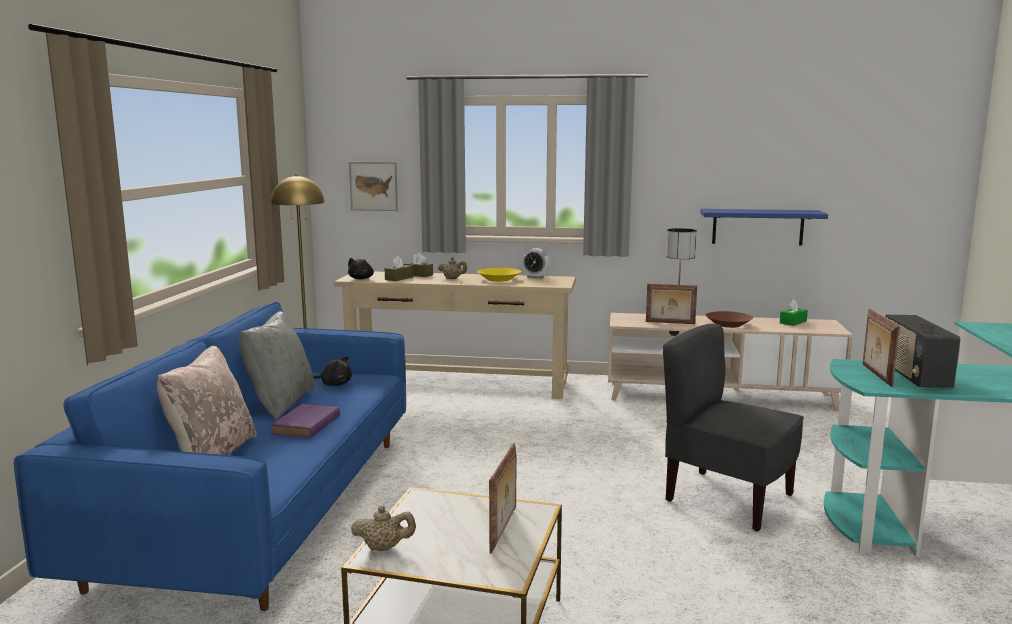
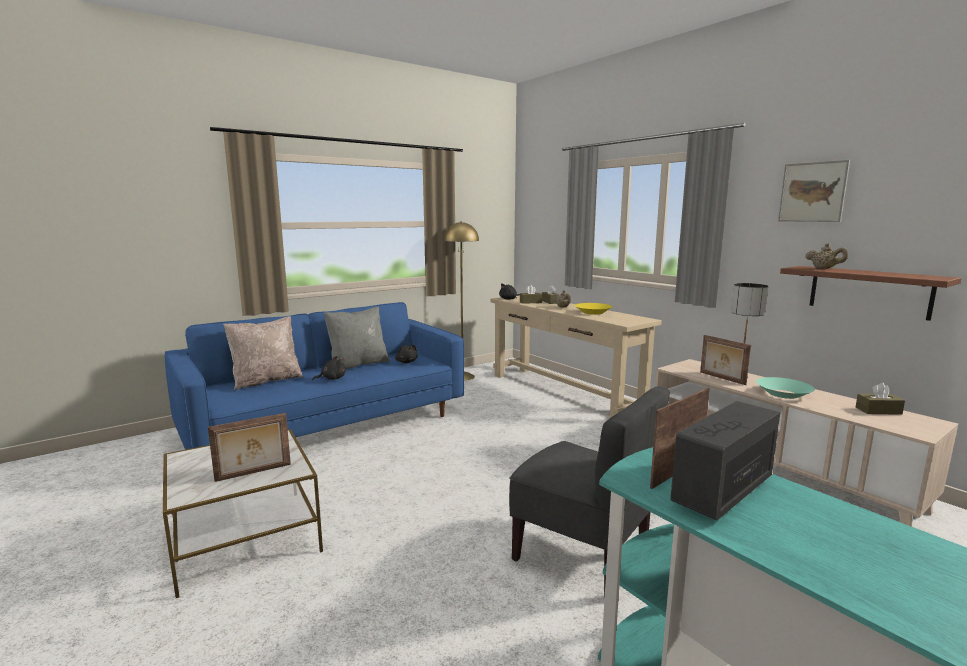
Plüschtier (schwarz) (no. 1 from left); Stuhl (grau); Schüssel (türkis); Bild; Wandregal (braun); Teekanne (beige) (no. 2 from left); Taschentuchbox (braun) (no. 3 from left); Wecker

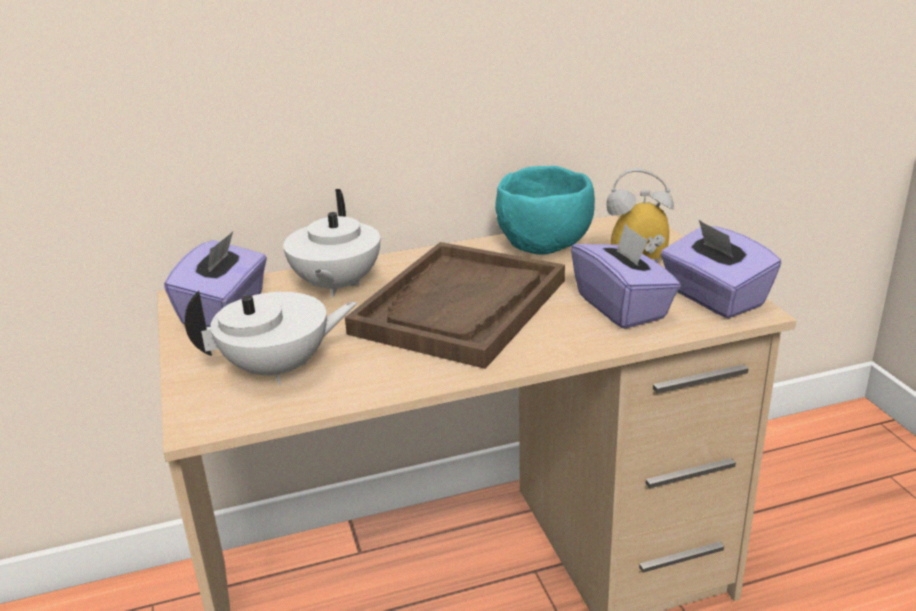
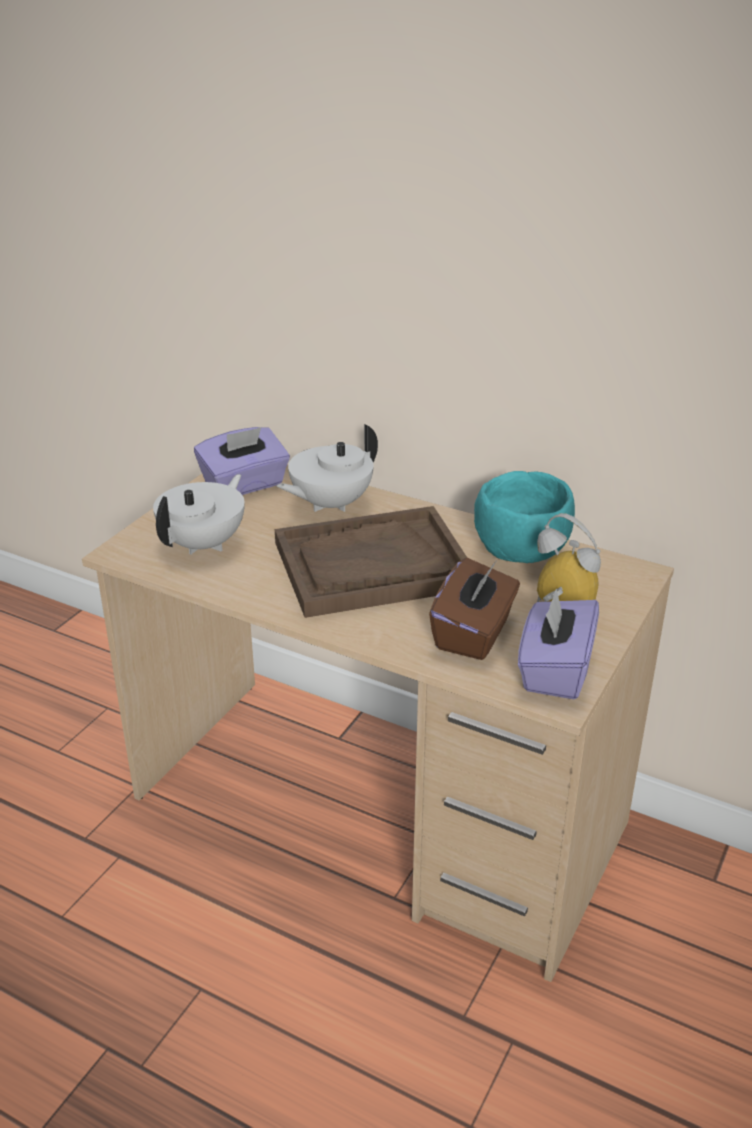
Teekanne (weiß) (no. 1 from left); Taschentuchbox (braun)

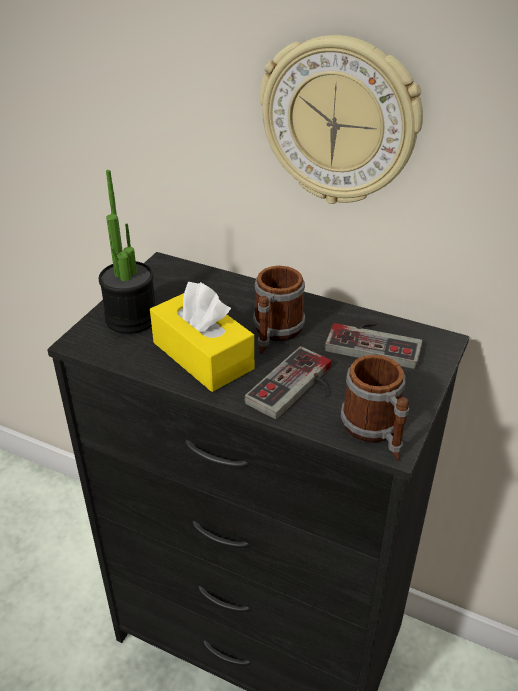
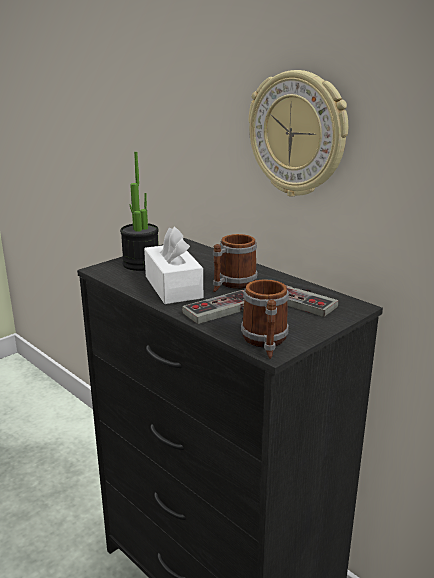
Taschentuchbox (weiß)

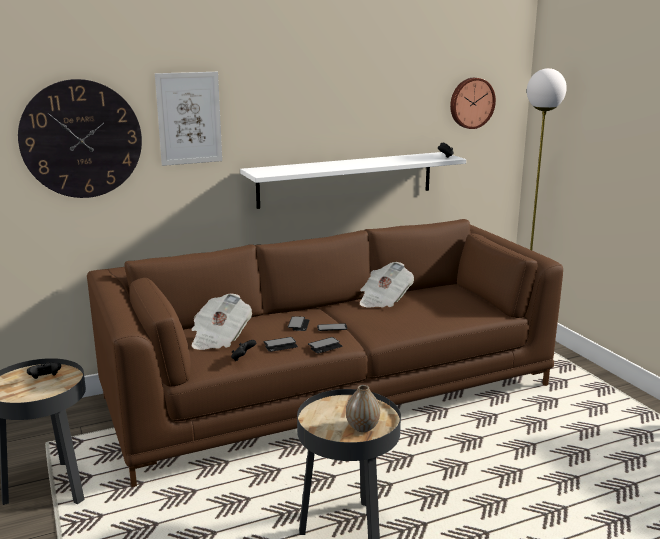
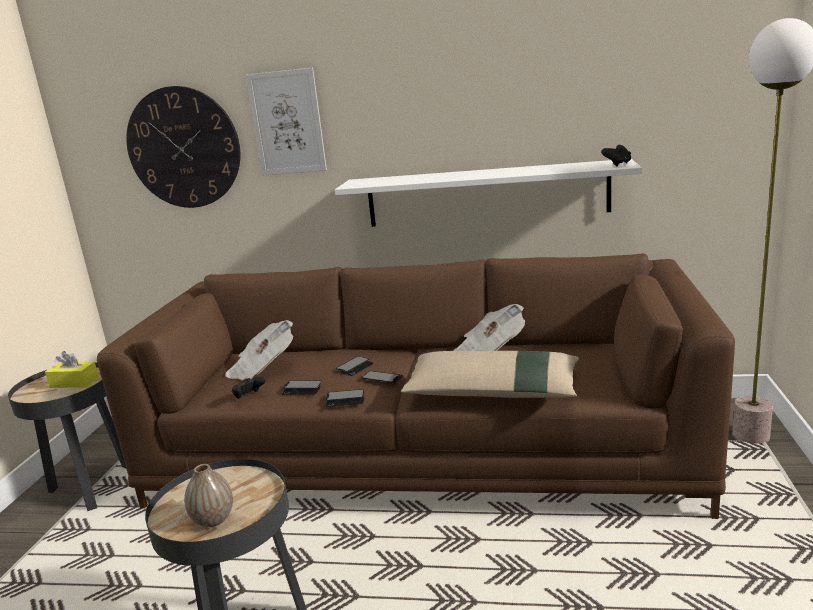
Taschentuchbox (gelb); Kissen (beige); Wanduhr (no. 2 from left in the first image)

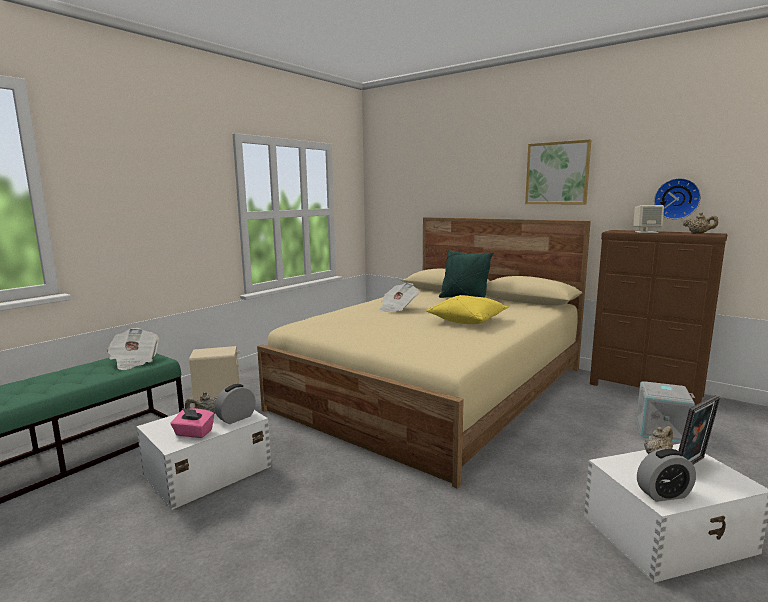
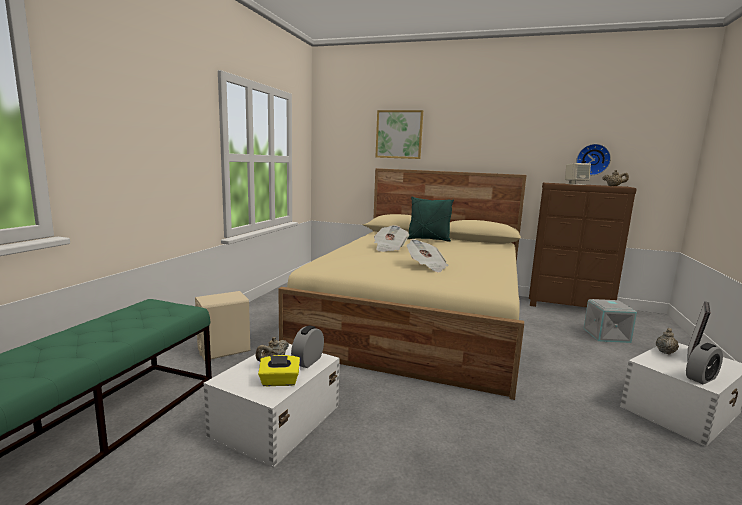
Taschentuchbox (gelb); Bild; Zeitung (no. 2 from left); Kissen (gelb)

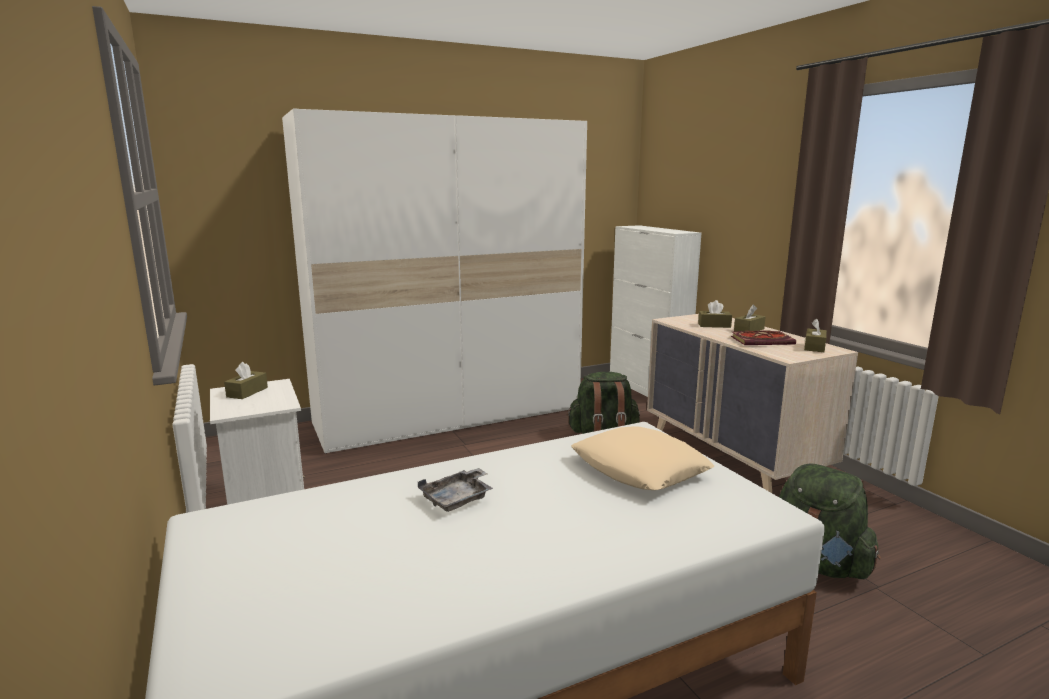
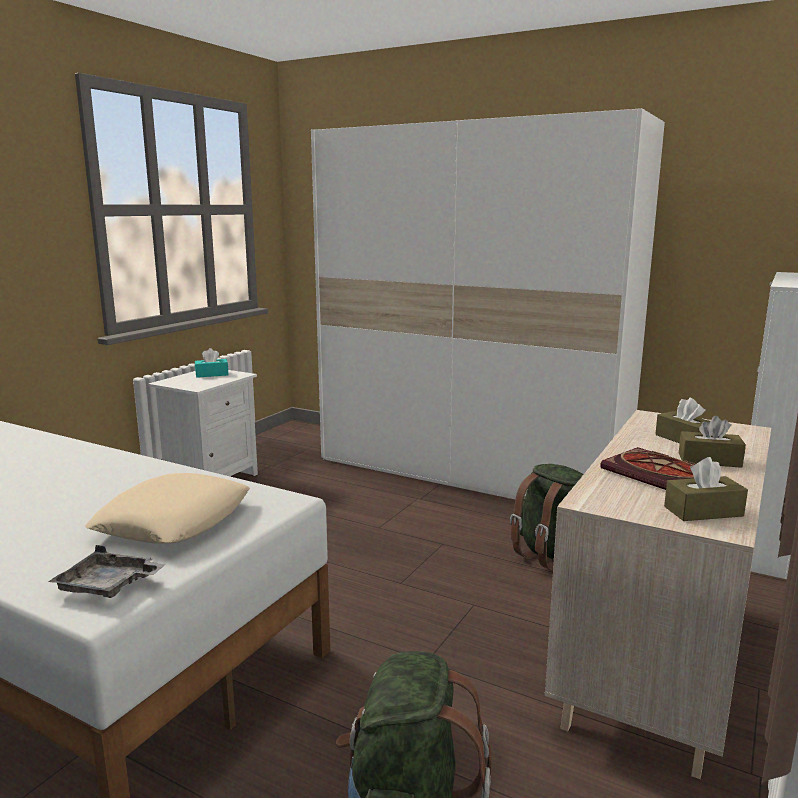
Tablett (grau); Taschentuchbox (türkis)

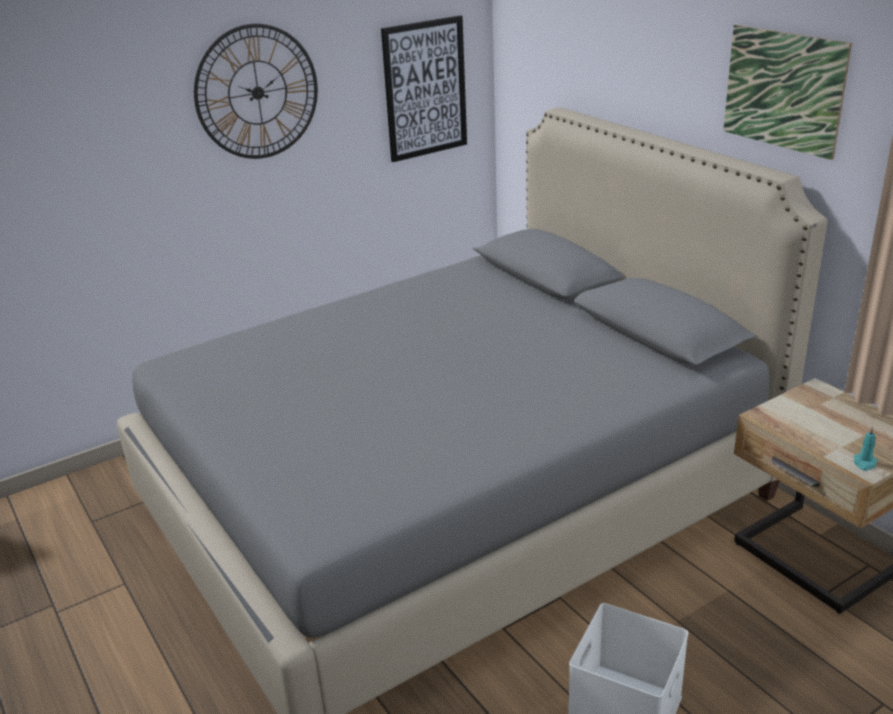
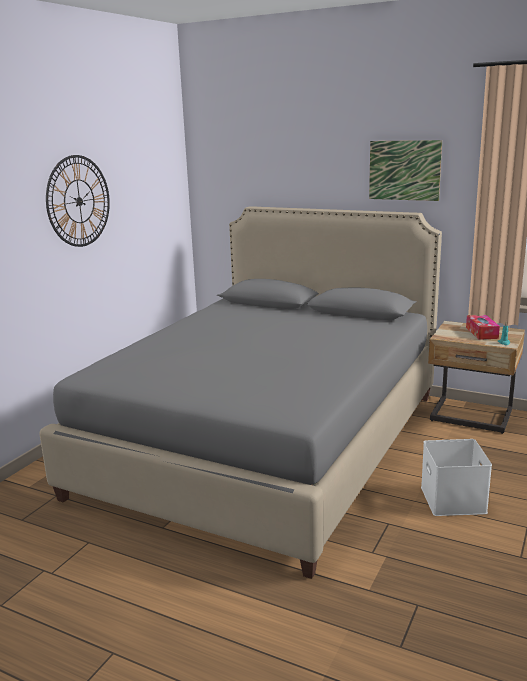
Taschentuchbox; Bild (no. 1 from left in the first image)

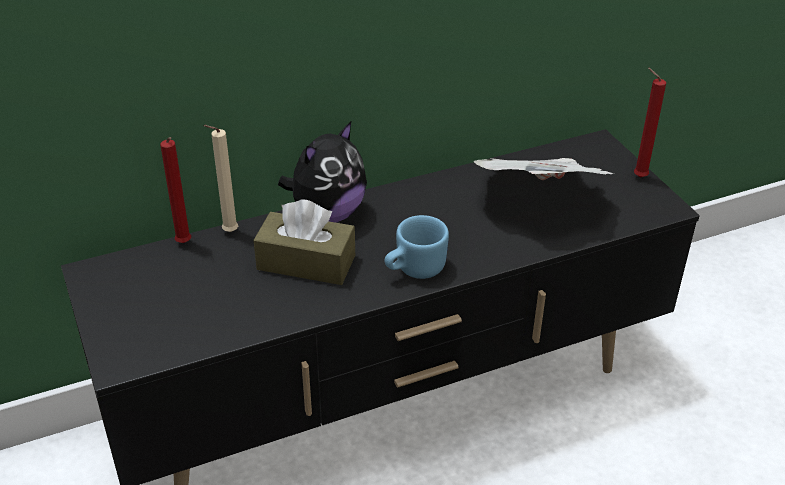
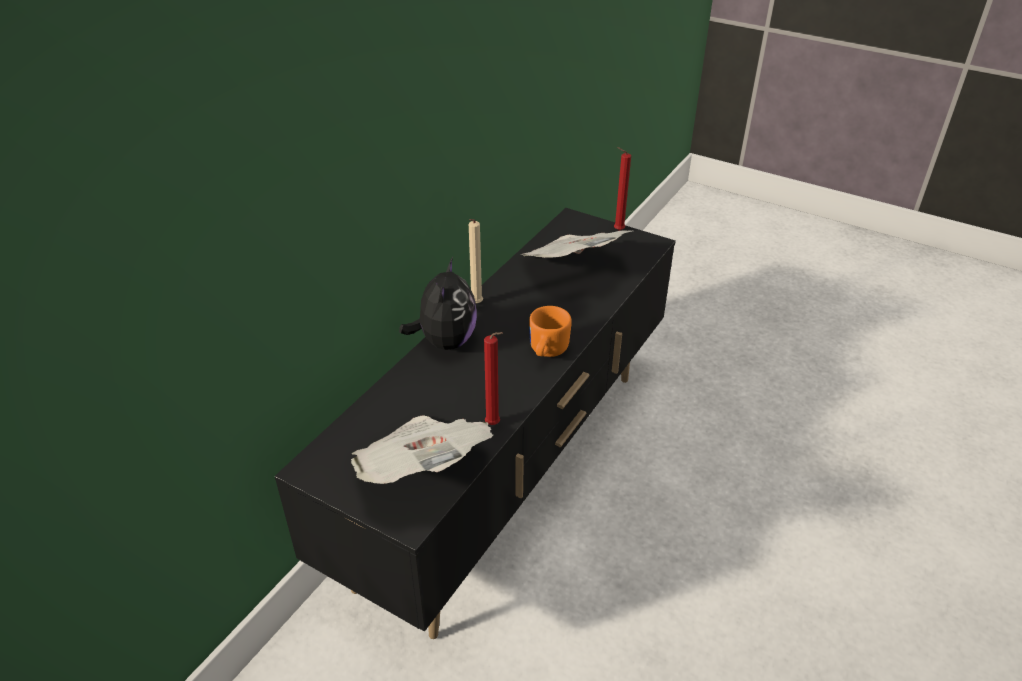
Zeitung (no. 1 from left); Kerze (beige); Kerze (rot) (no. 1 from left); Henkelbecher (orange); Taschentuchbox (braun)

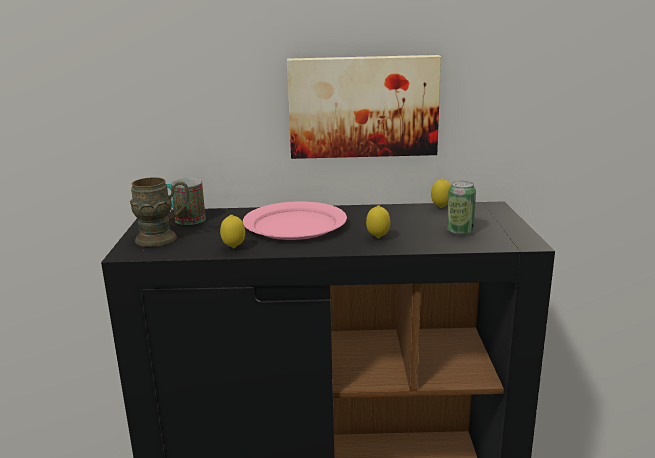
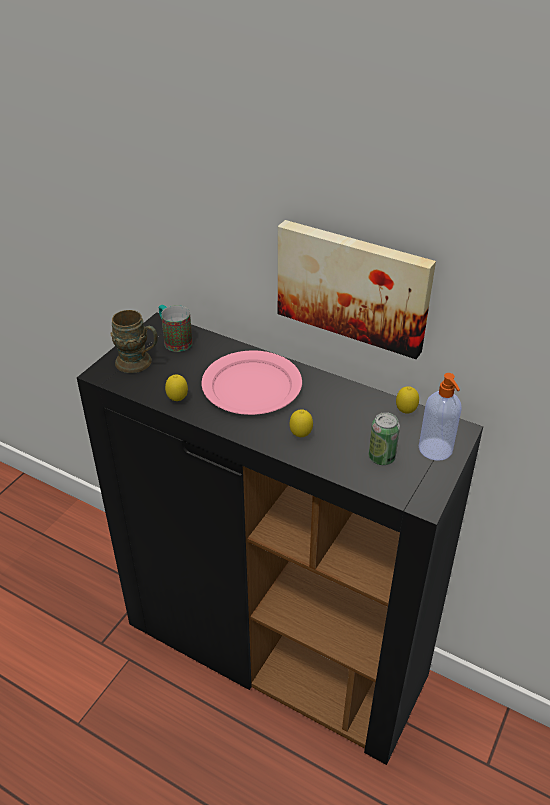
Seifenspender

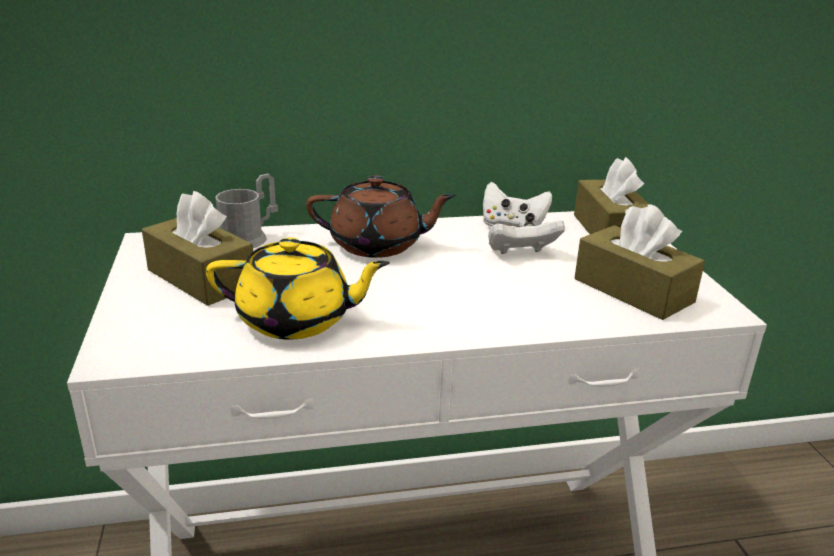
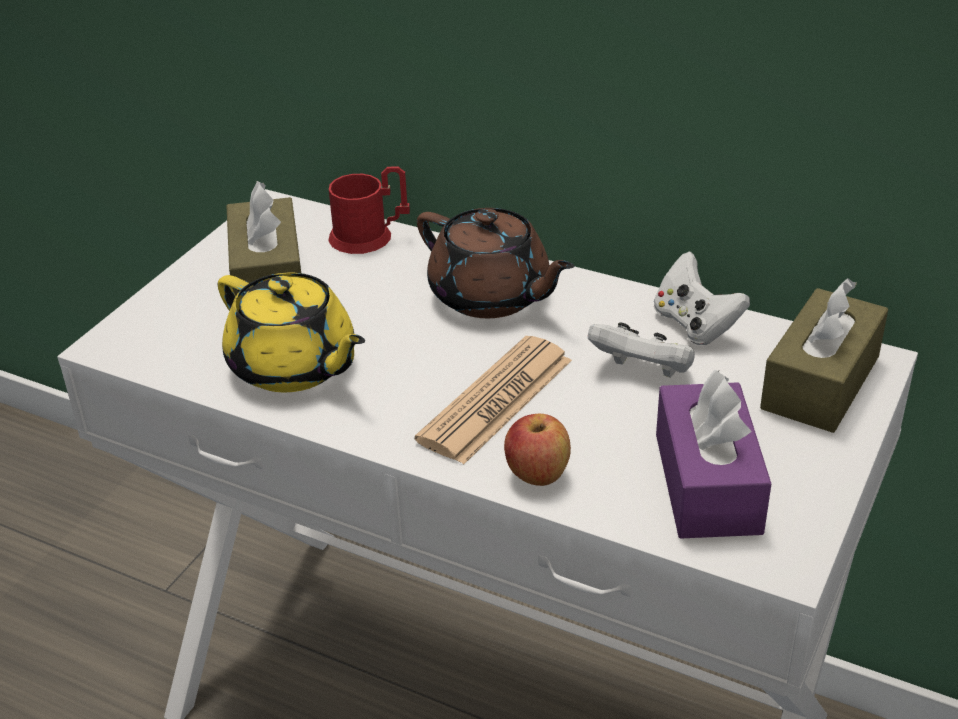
Henkelbecher (rot); Zeitung; Apfel; Taschentuchbox (lila)

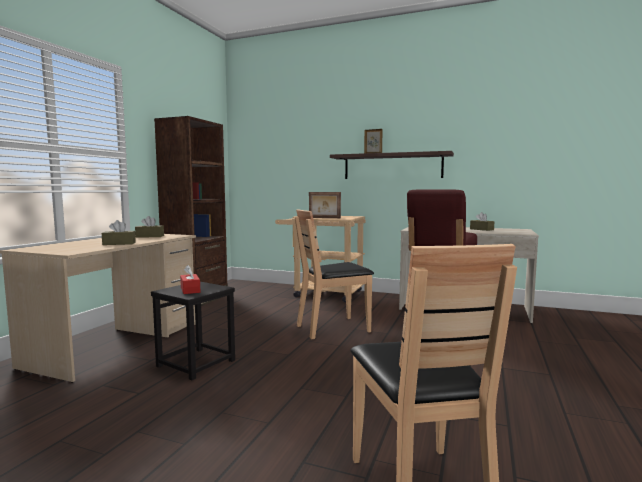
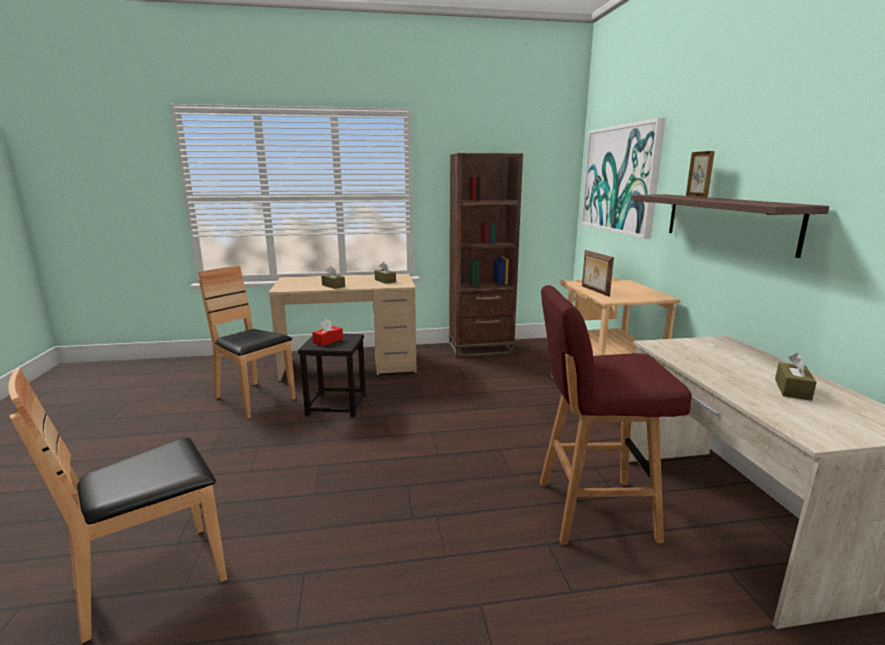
Stuhl (braun) (no. 2 from left); Bild

